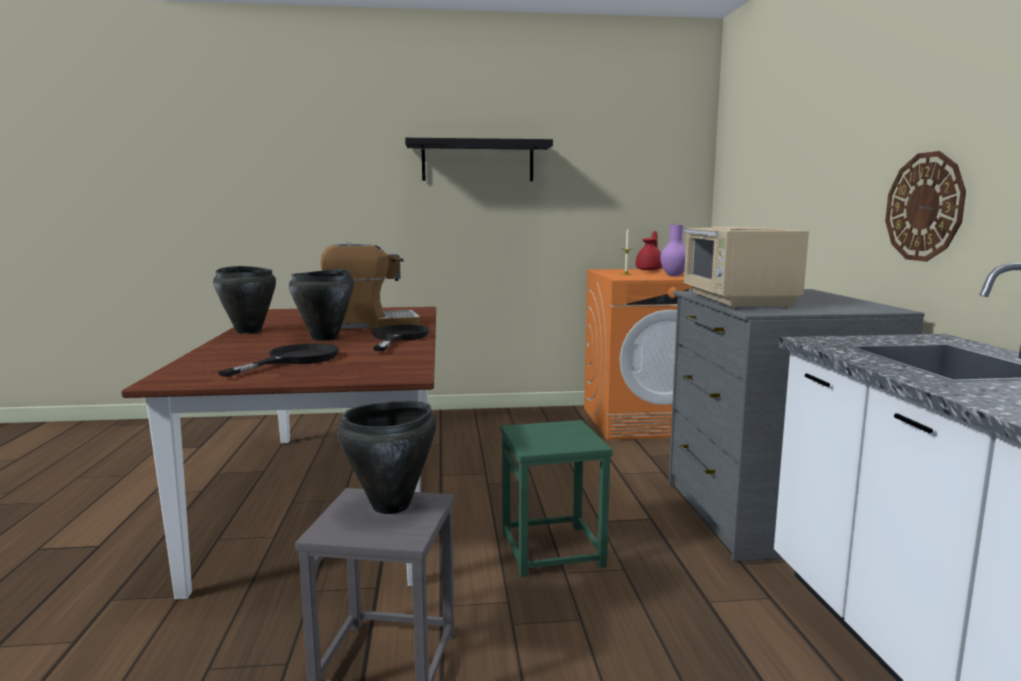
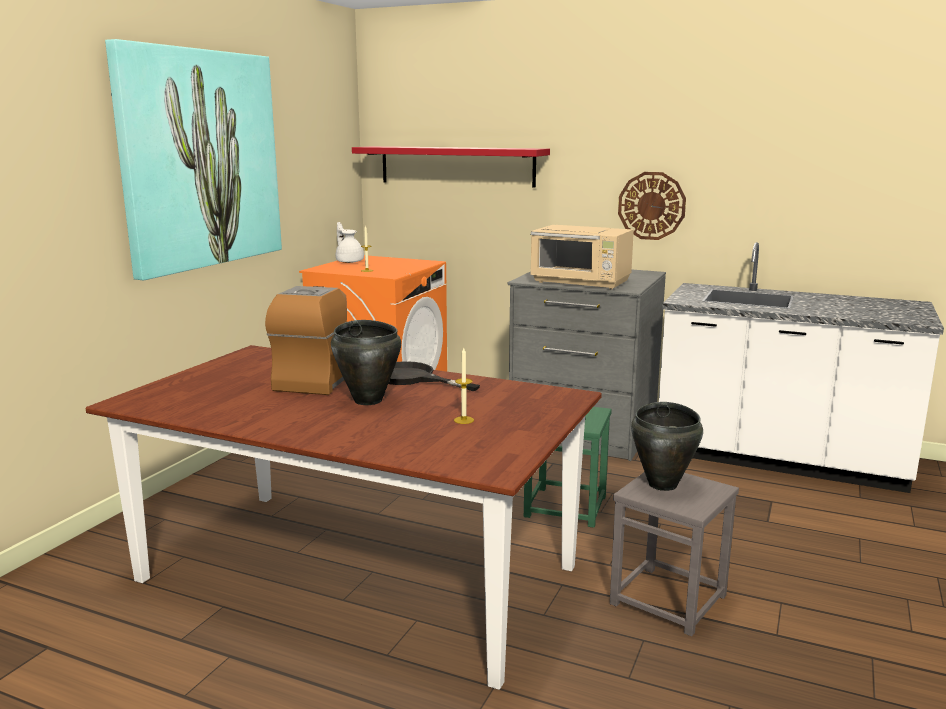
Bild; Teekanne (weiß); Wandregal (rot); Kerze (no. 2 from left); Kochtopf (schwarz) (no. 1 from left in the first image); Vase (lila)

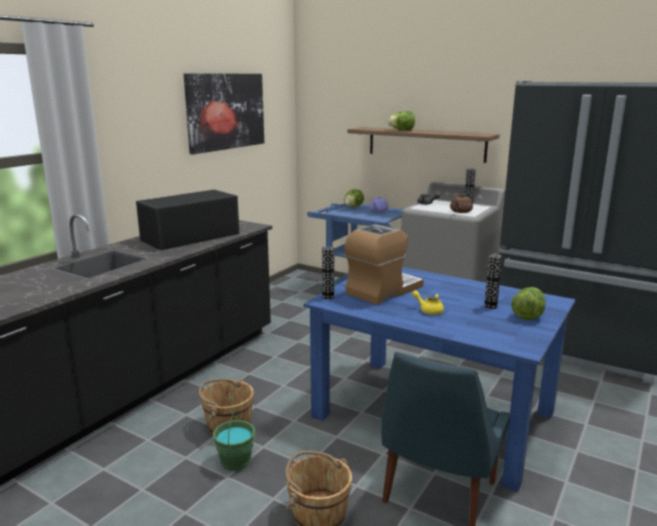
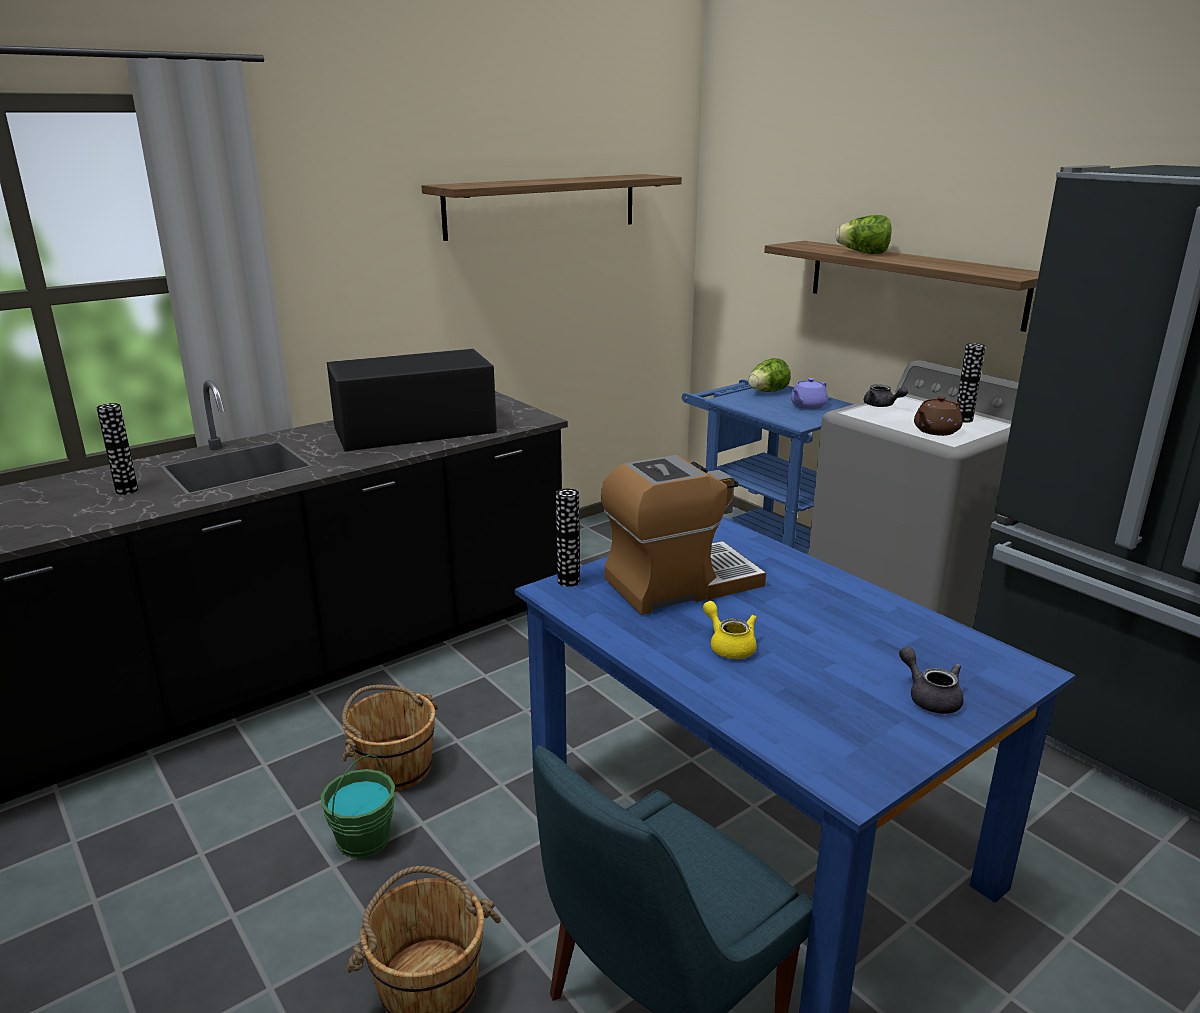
Vase (no. 1 from left); Wandregal (no. 1 from left); Teekanne (grau) (no. 2 from left)

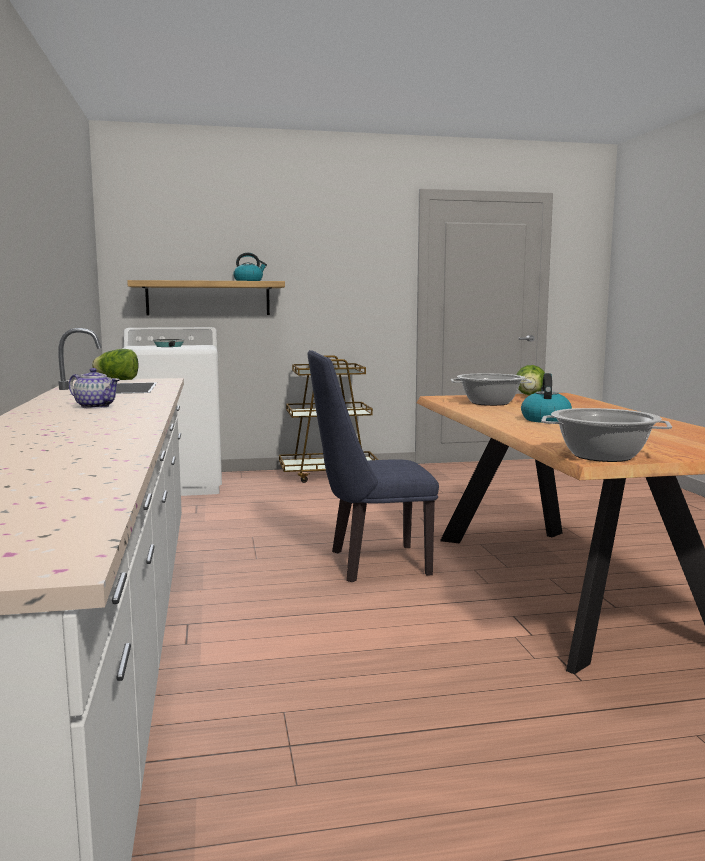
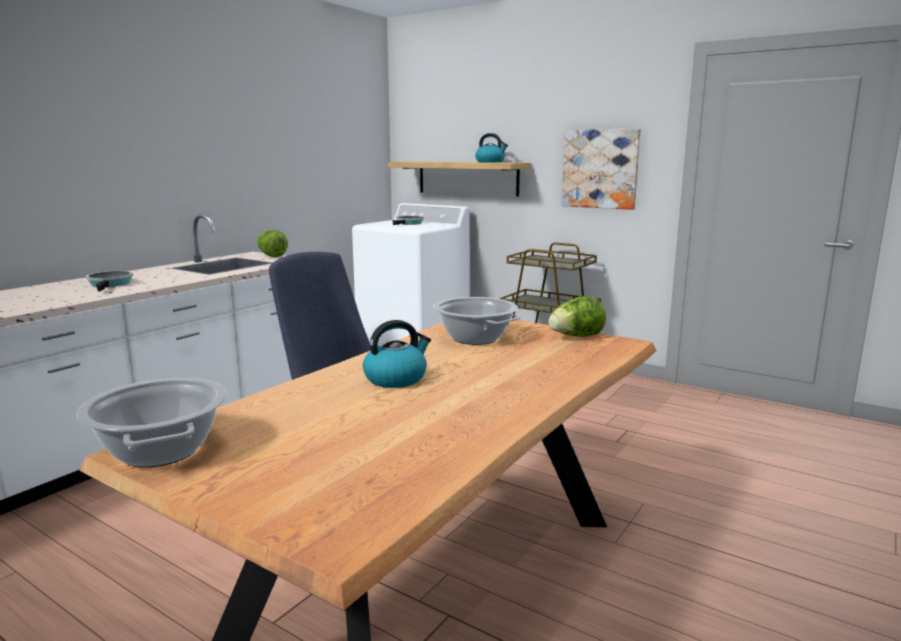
Pfanne (no. 1 from left); Bild

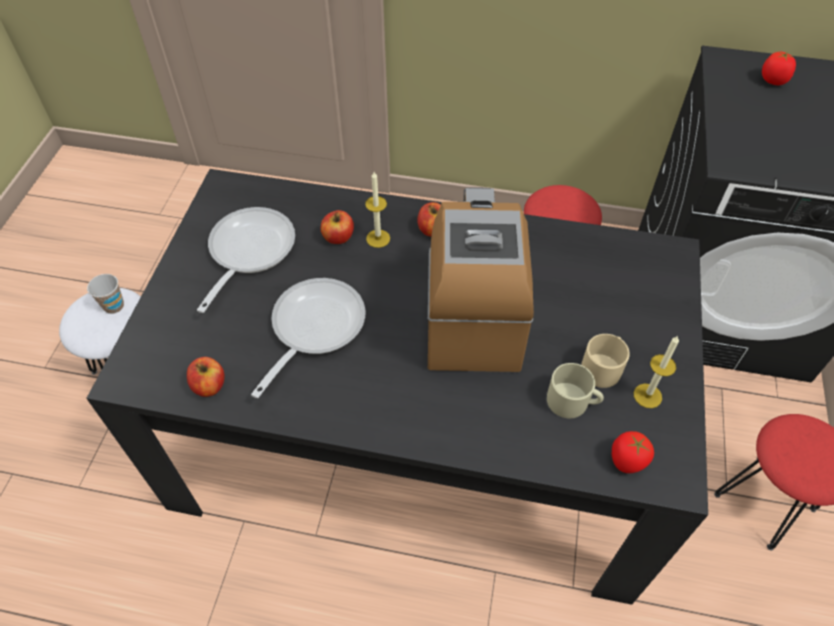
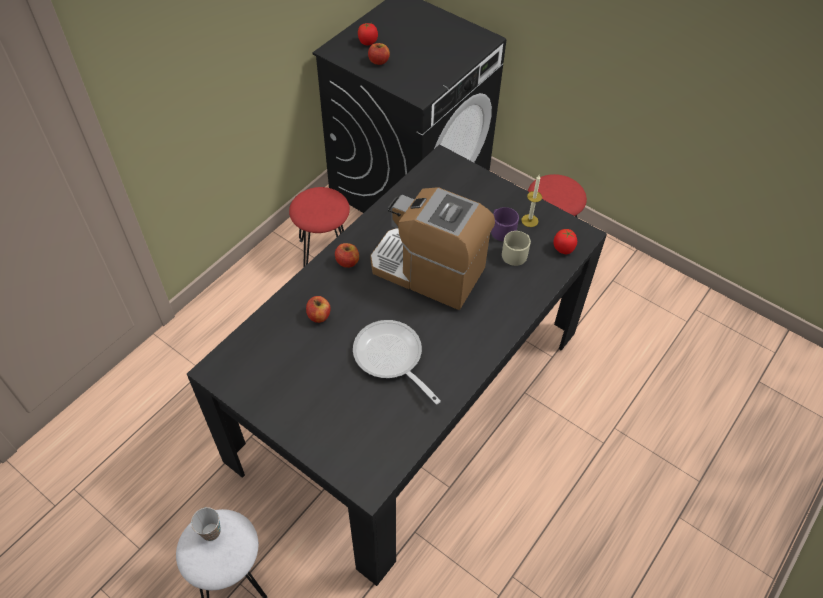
Apfel (no. 3 from left); Henkelbecher (lila); Pfanne (no. 1 from left in the first image); Kerze (no. 1 from left in the first image)

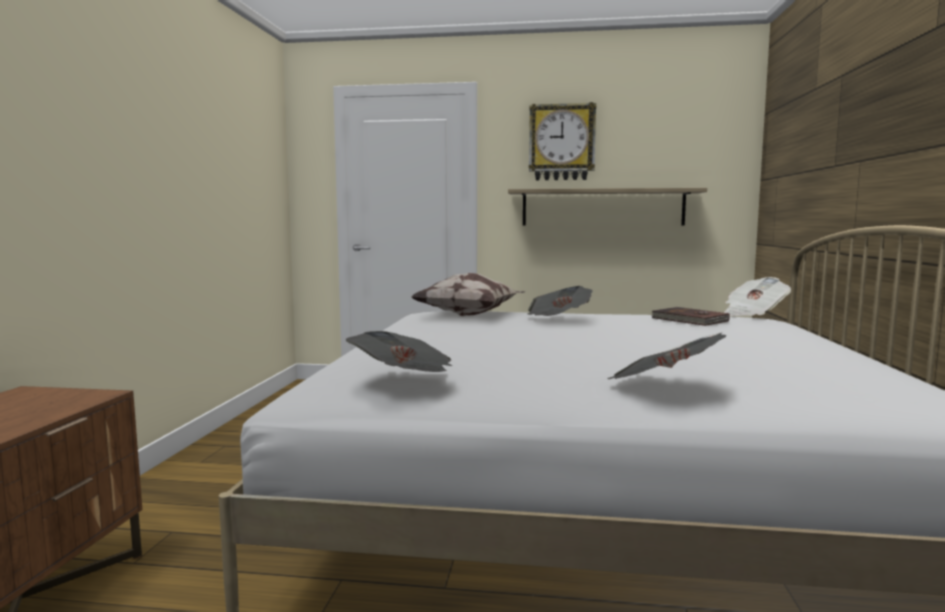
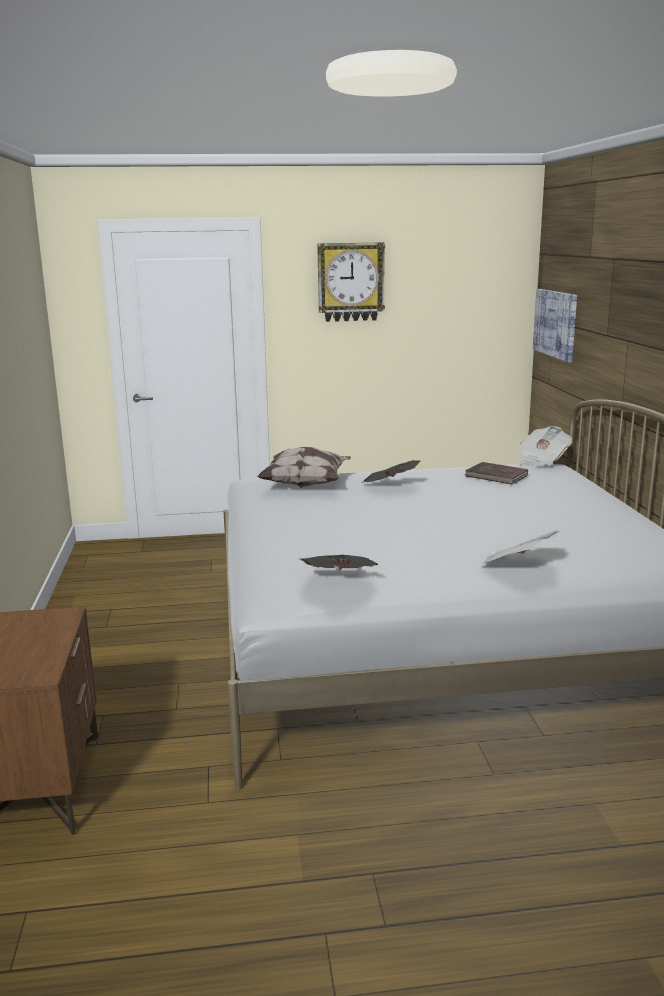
Bild; Wandregal

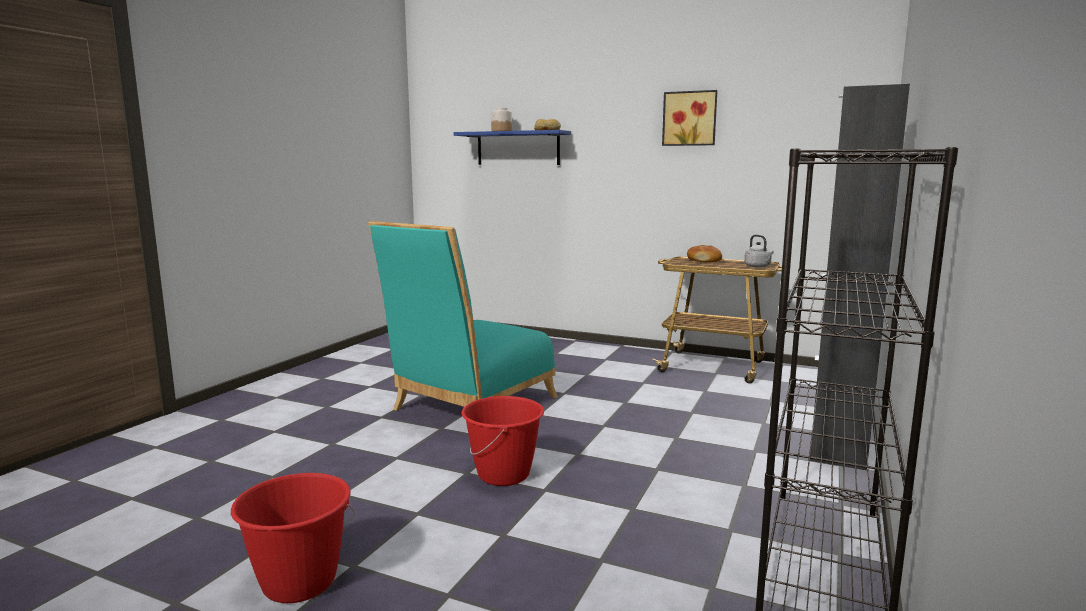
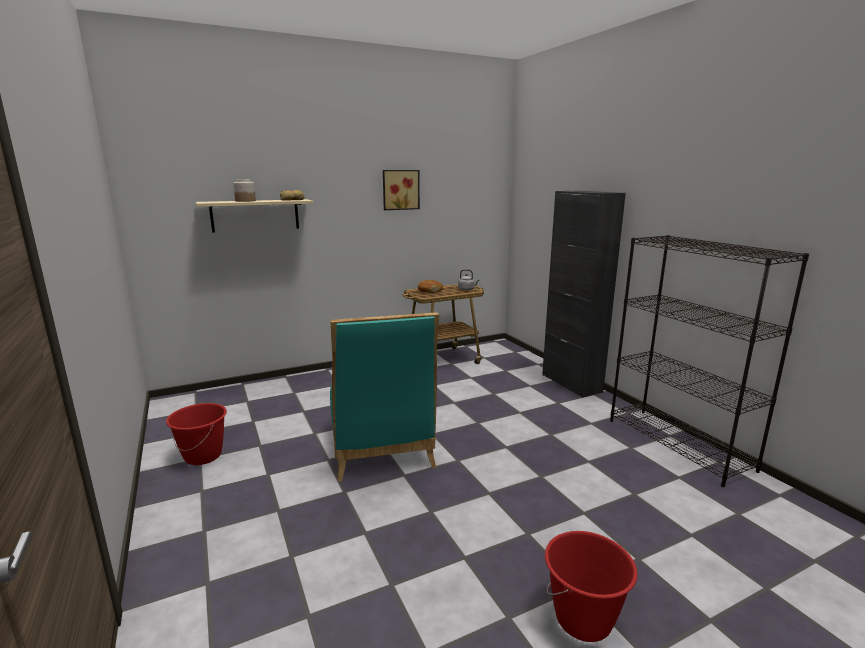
Eimer (rot) (no. 1 from left); Wandregal (beige)

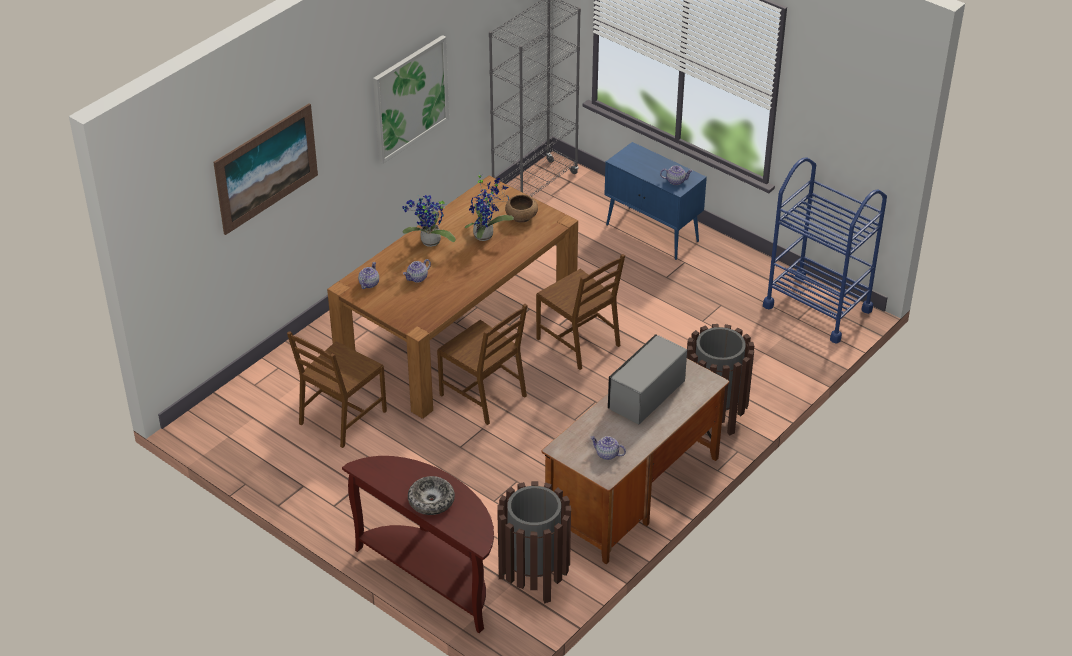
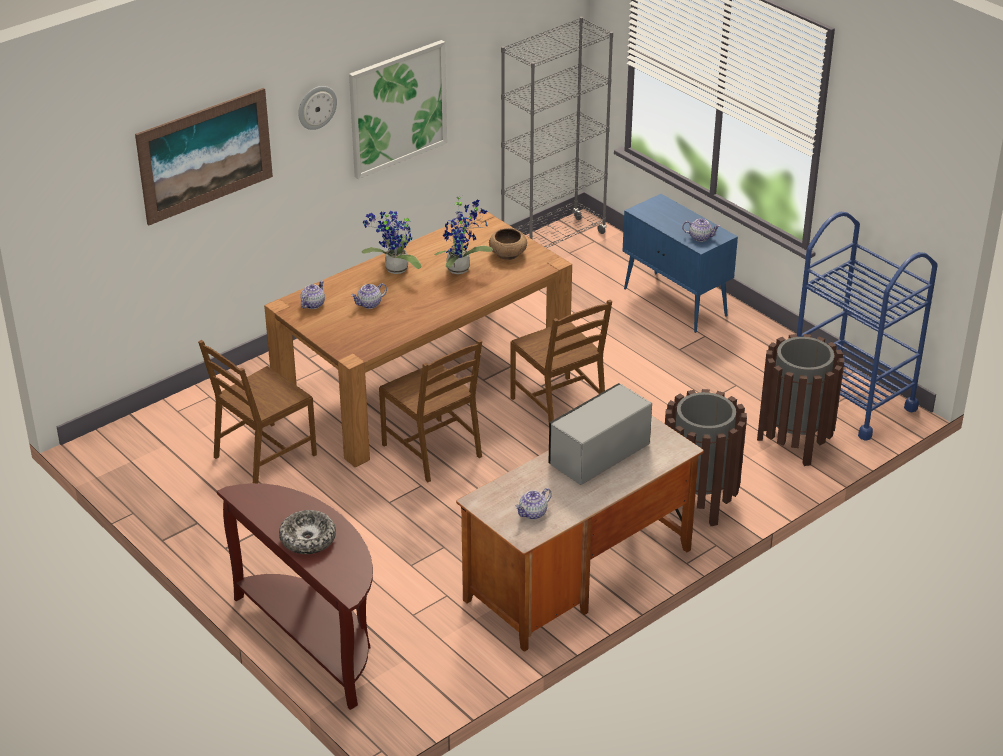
Wanduhr; Teekanne (no. 3 from left); Mülleimer (braun) (no. 2 from left)

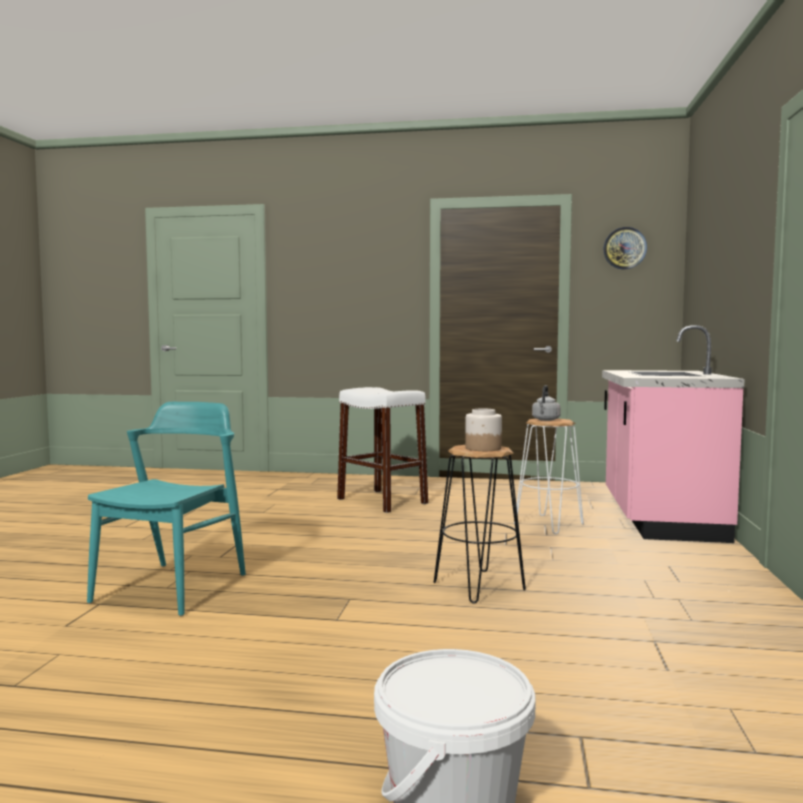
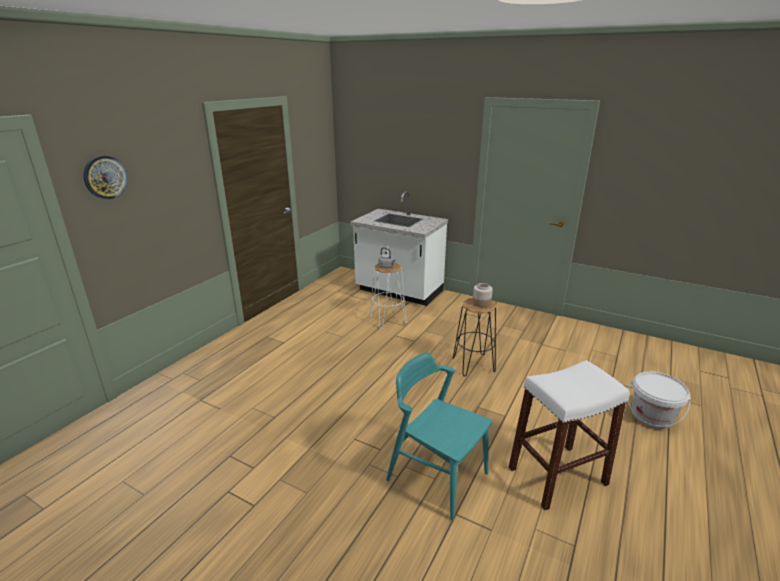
Wanduhr; Küchenzeile (weiß); Hocker (weiß) (no. 2 from left)

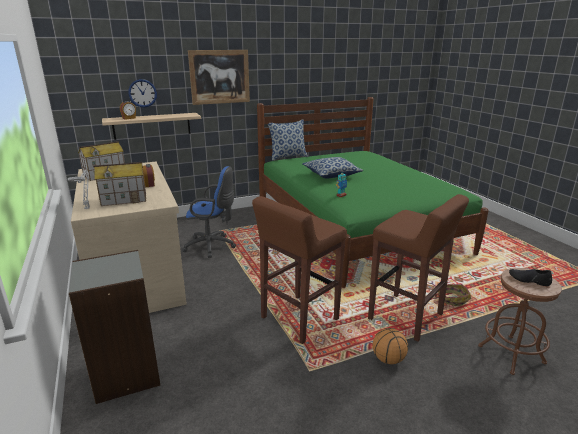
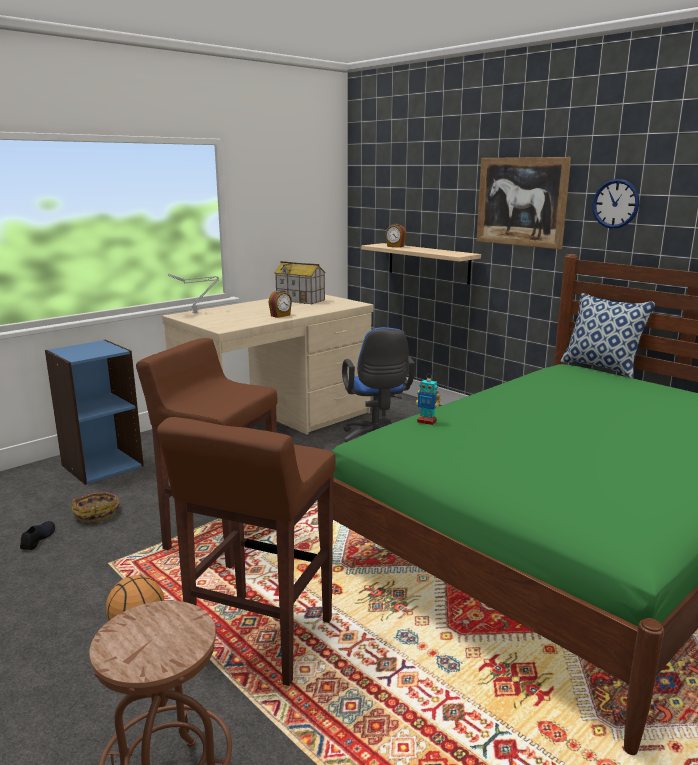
Schuh (schwarz); Bücherregal (blau); Korb; Wanduhr; Spielzeughaus (no. 2 from left in the first image); Kissen (no. 2 from left in the first image)

